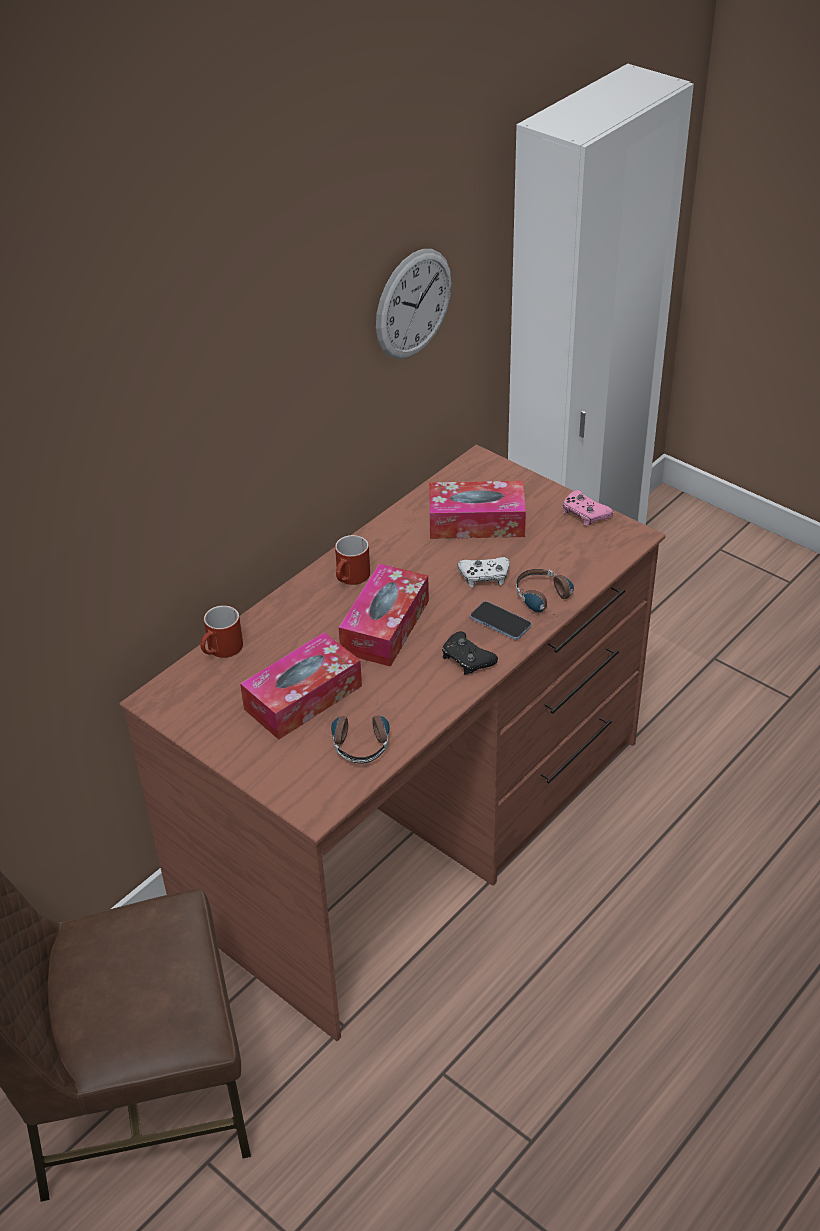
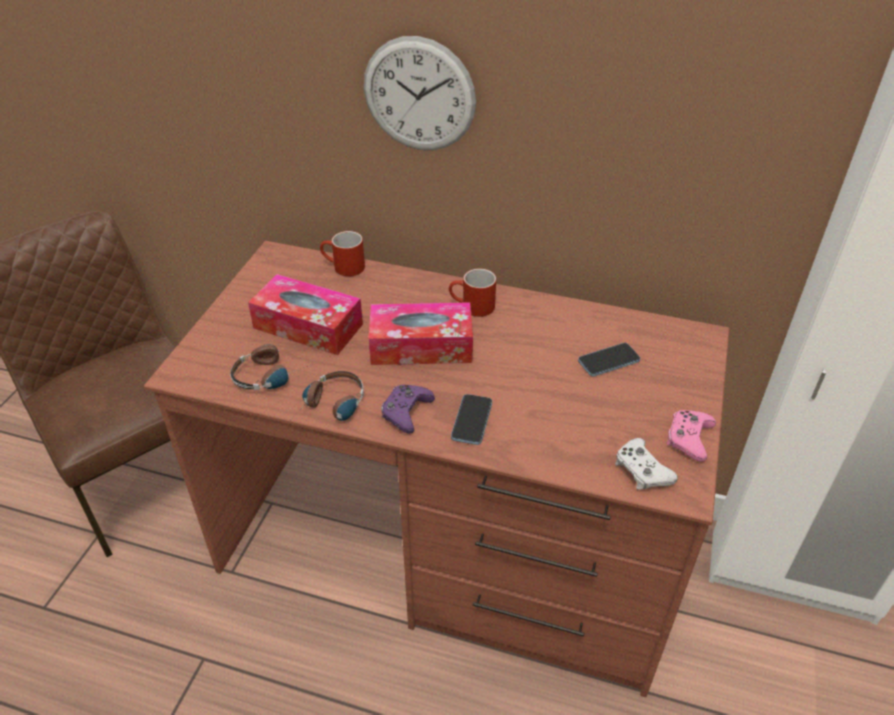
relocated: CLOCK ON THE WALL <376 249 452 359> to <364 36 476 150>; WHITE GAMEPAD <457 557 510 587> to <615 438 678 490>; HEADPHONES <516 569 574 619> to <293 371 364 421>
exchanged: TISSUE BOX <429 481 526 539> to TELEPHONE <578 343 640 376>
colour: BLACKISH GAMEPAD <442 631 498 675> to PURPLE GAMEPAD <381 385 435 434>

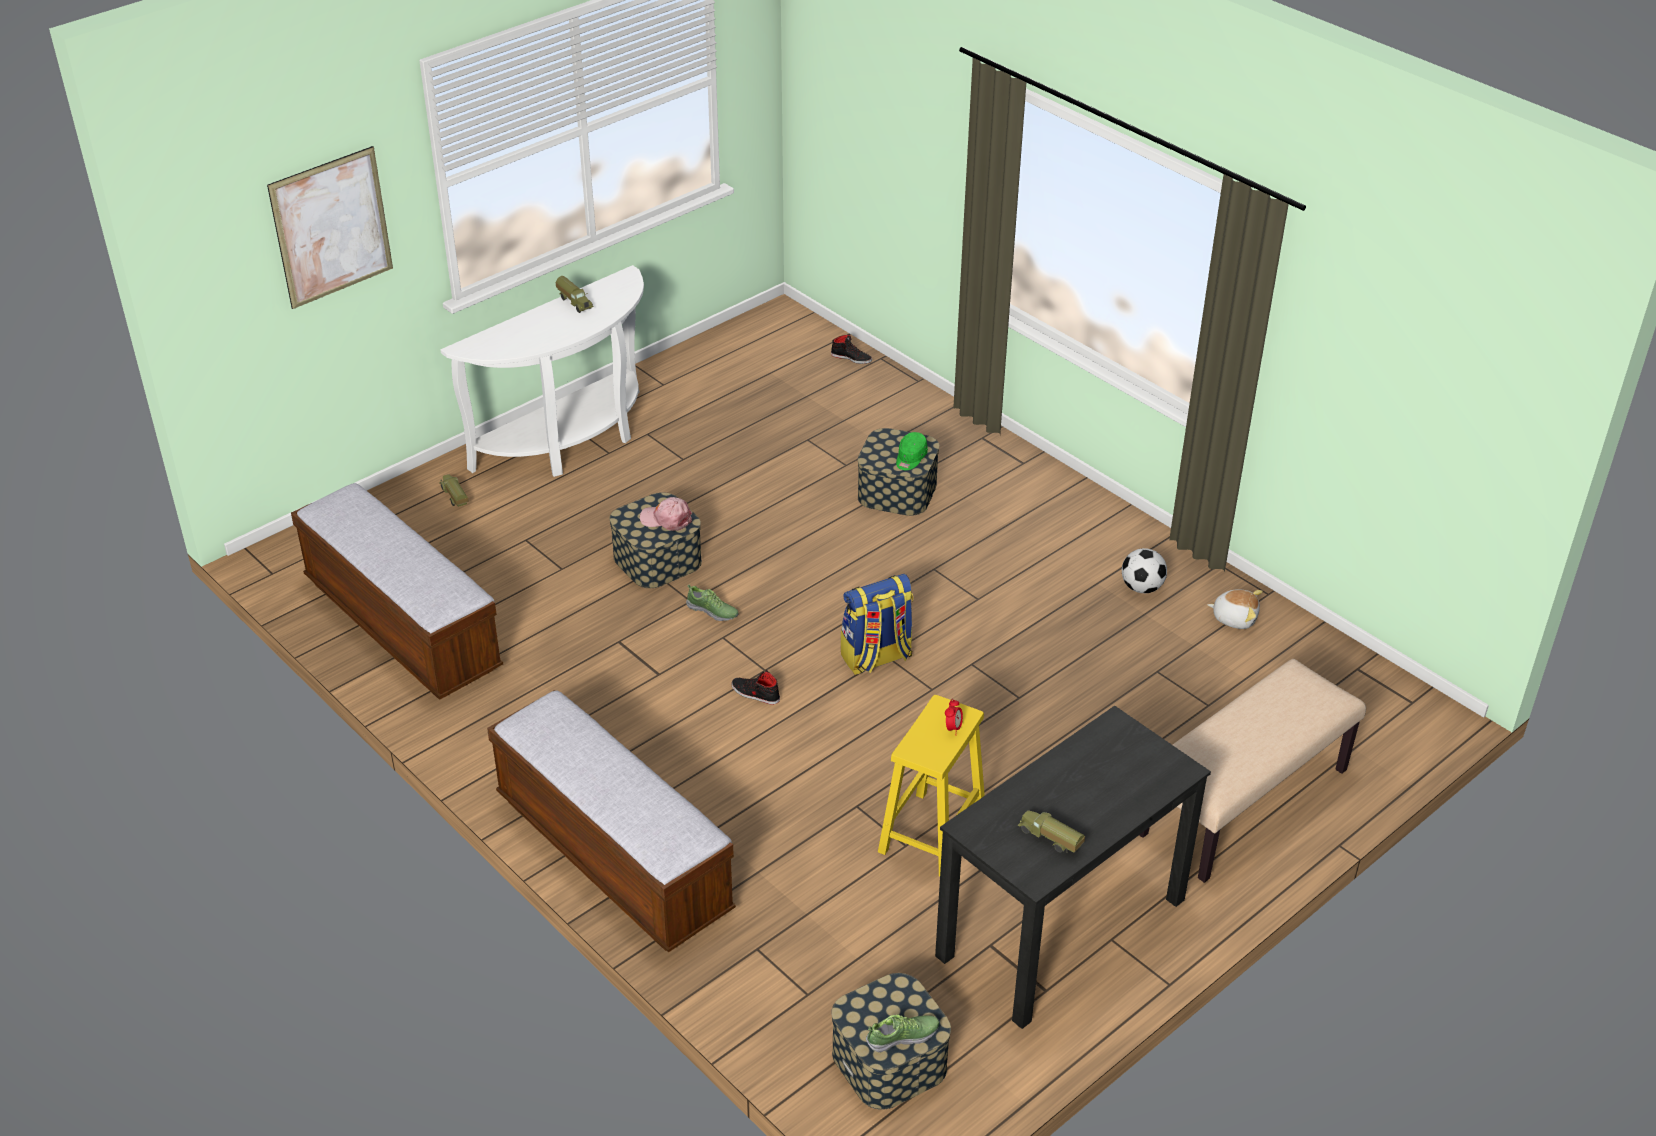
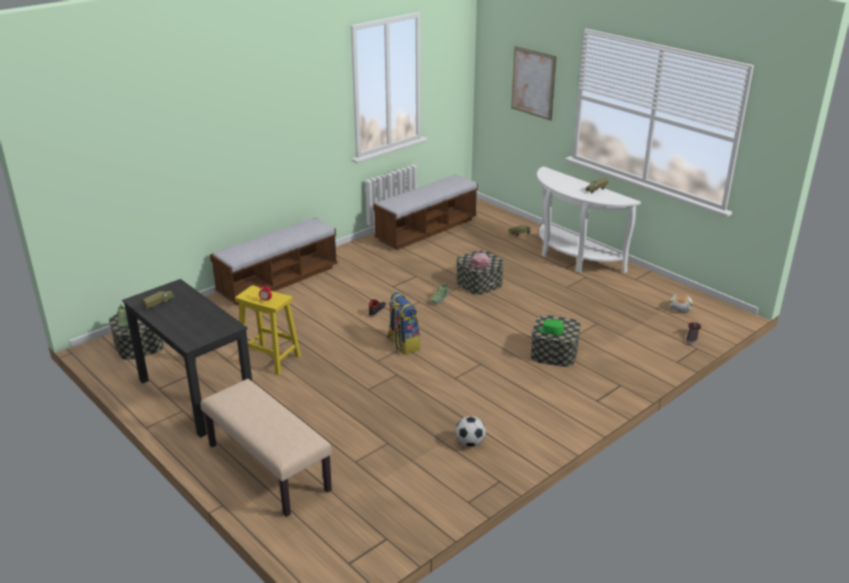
relocated: PLUSH TOY <1208 589 1263 629> to <669 293 693 312>

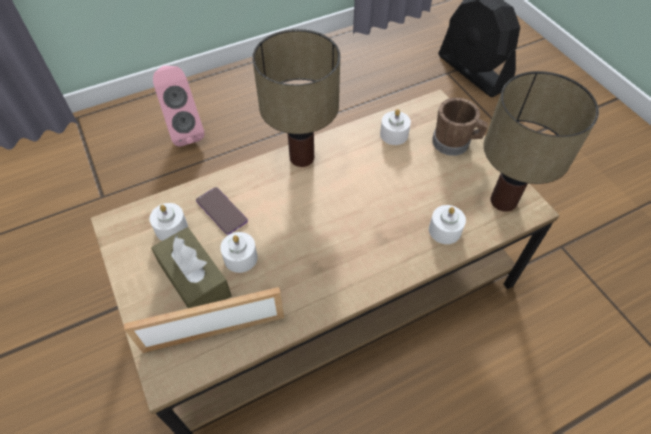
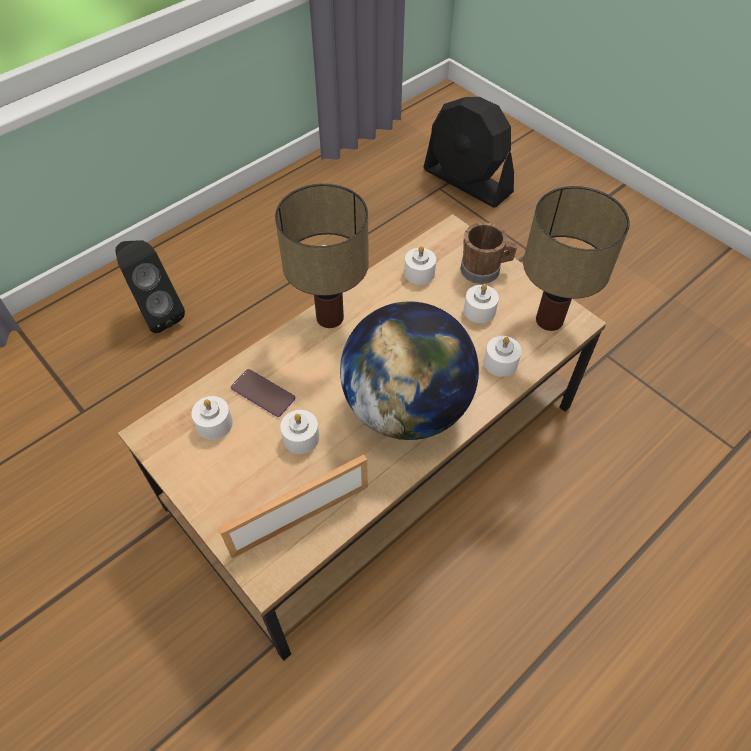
missing: BROWNISH TISSUE BOX <151 227 232 308>
appeared: WHITE WAX CANDLE <464 284 499 323>; DESK GLOBE <340 301 479 440>
colour: PINKISH LOUDSPEAKER <153 66 205 146> to BLACKISH LOUDSPEAKER <115 240 185 333>

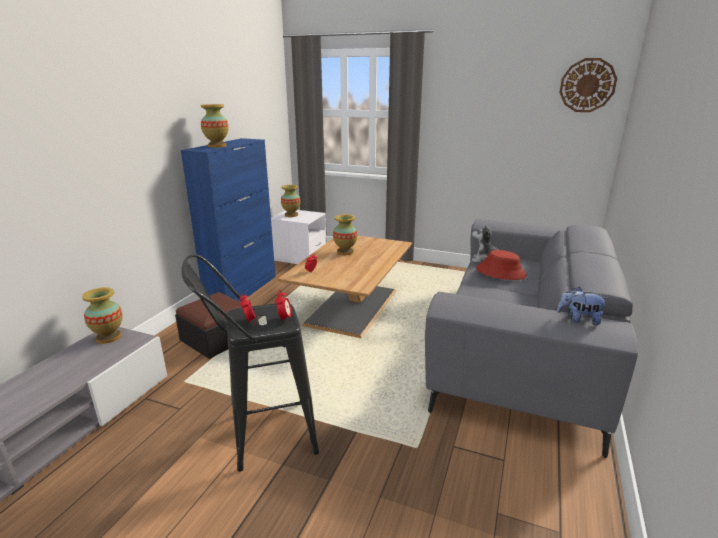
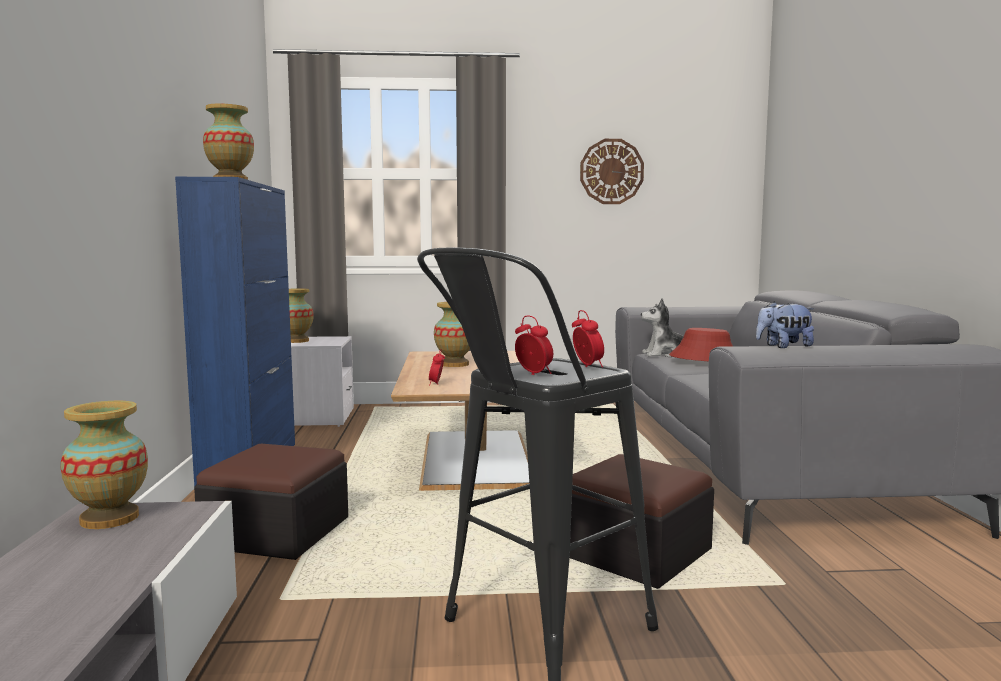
appeared: FOOTREST <570 454 714 589>
relocated: CLOCK ON THE WALL <559 58 617 112> to <580 139 644 204>; PLUSH TOY <557 287 609 325> to <756 301 814 348>

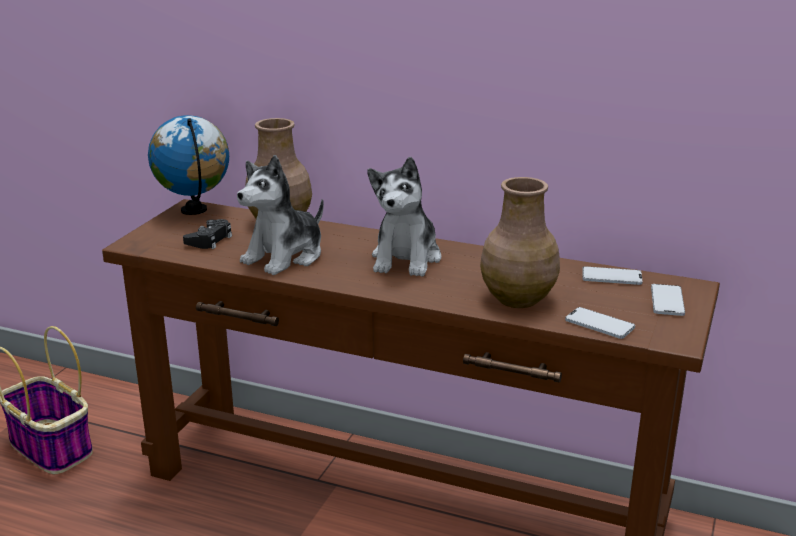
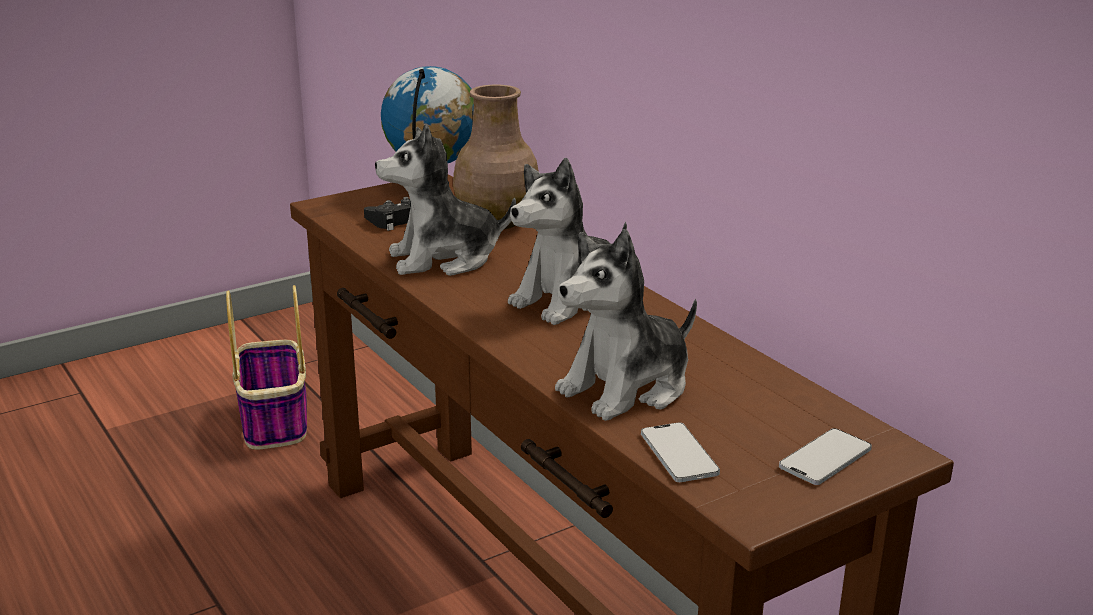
missing: TELEPHONE <582 266 643 285>
exchanged: BROWNISH VASE <480 177 560 308> to PLUSH TOY <555 229 697 421>

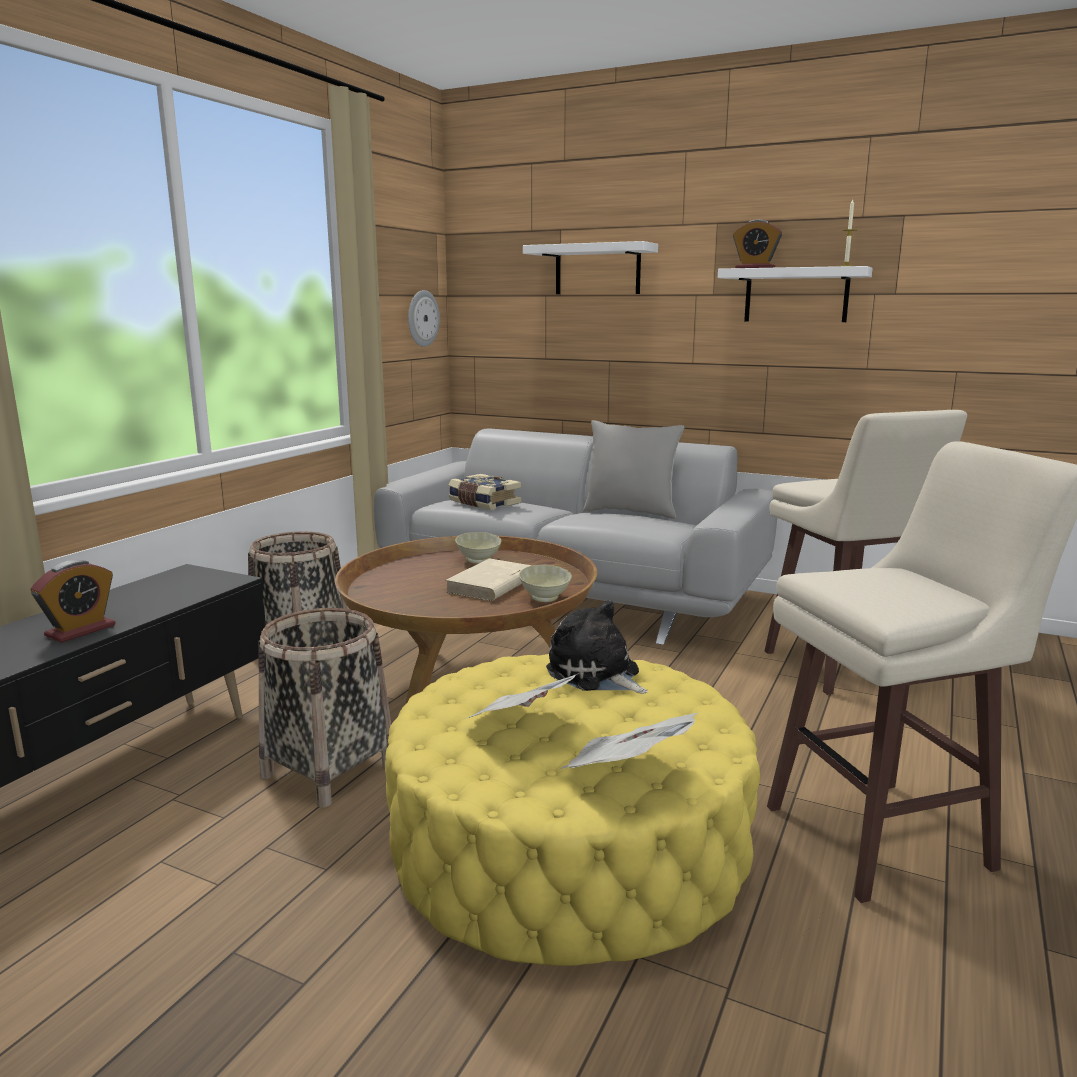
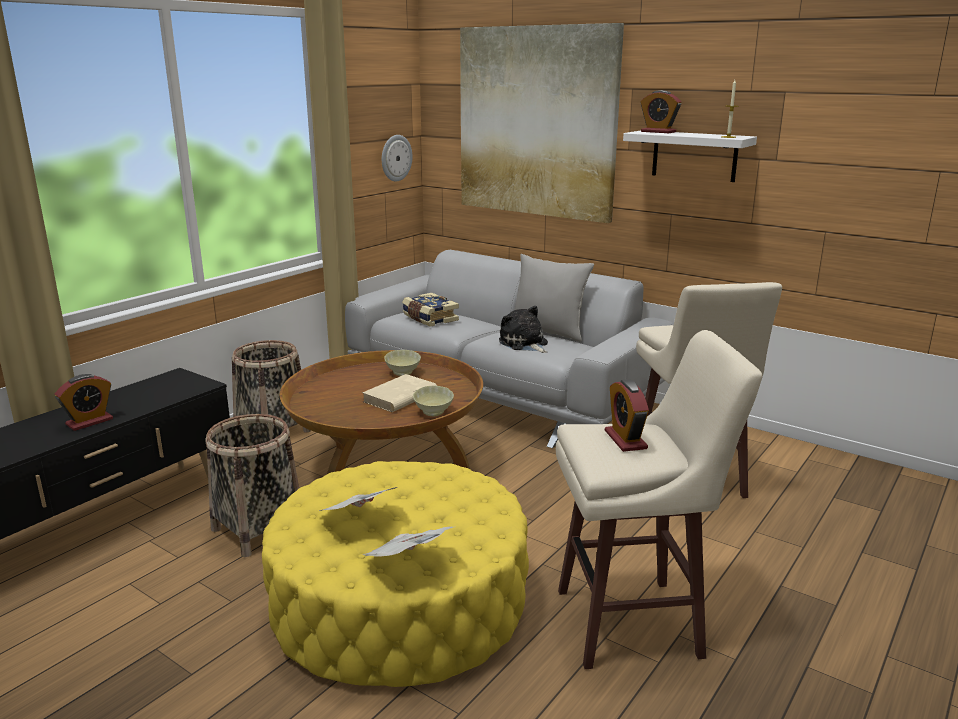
appeared: ALARM CLOCK <605 379 649 452>
relocated: PLUSH TOY <546 600 648 693> to <499 306 548 353>
exchanged: WHITE WALL SHELF <523 241 658 294> to WALL ART <460 23 624 223>

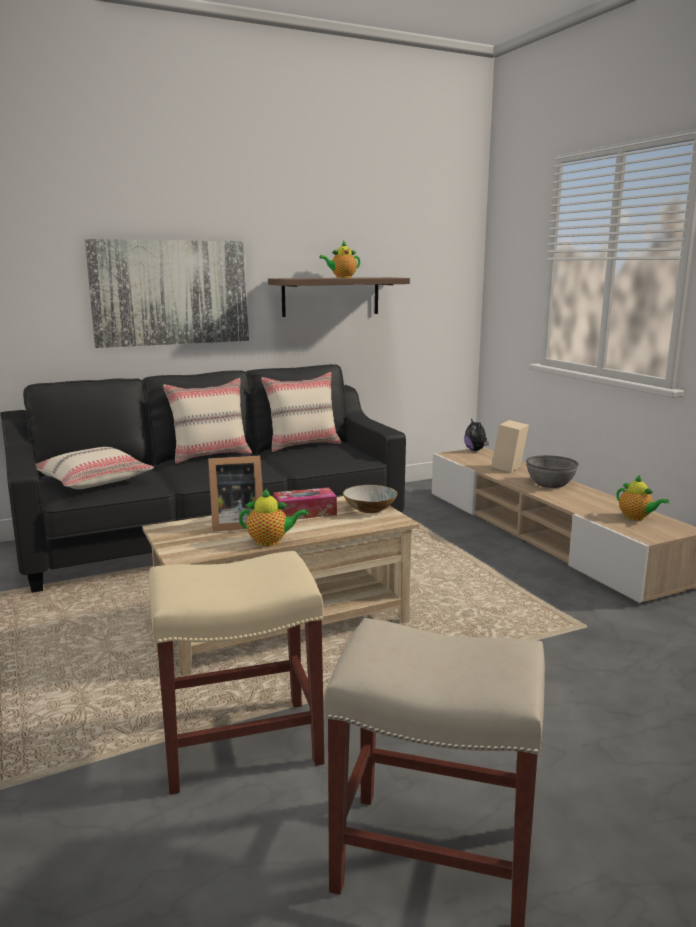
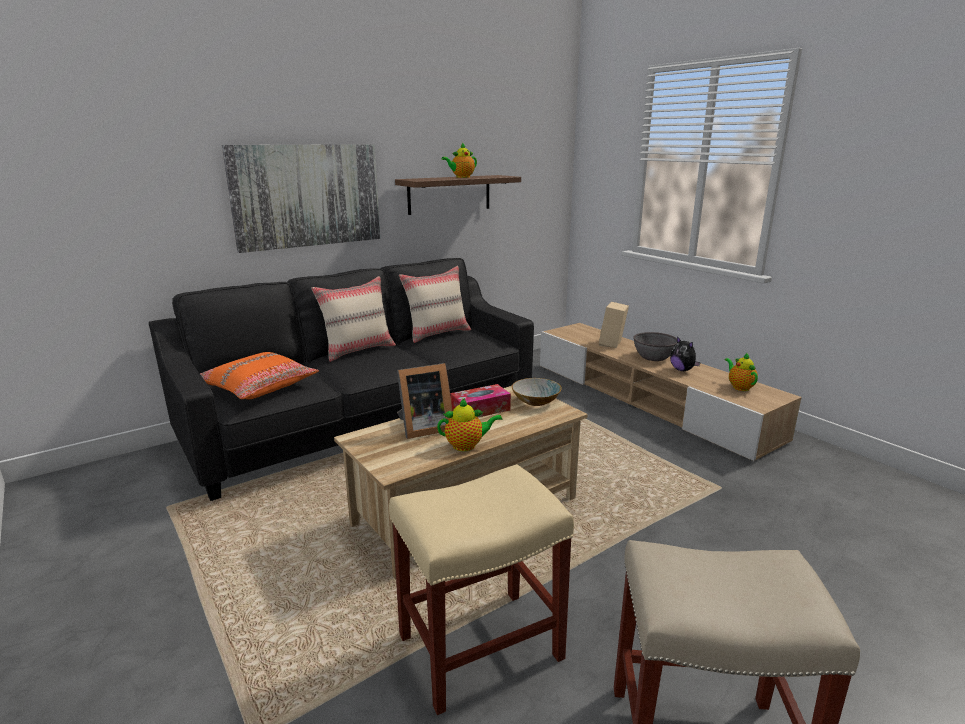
relocated: PLUSH TOY <464 419 489 451> to <670 336 701 371>
colour: BEIGE-COLOURED PILLOW <36 447 154 489> to ORANGE PILLOW <200 352 319 399>
spun: TEAPOT <617 475 669 521> = <725 352 758 391> 150 degrees counterclockwise

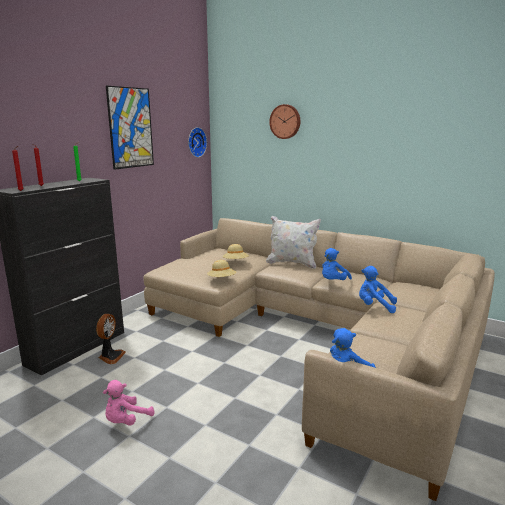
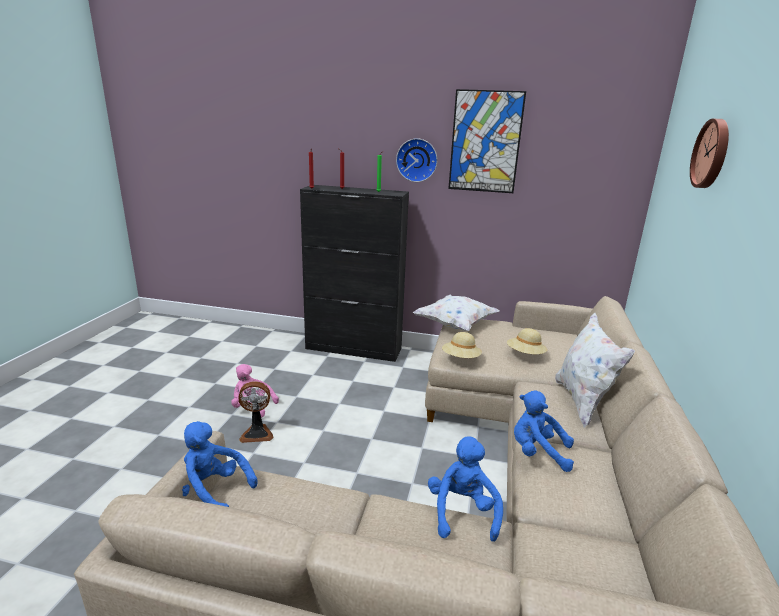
appeared: WHITE PILLOW <413 295 500 331>
relocated: CLOCK ON THE WALL <188 127 207 157> to <396 138 438 182>; ELECTRIC FAN <96 314 126 364> to <238 381 273 443>

